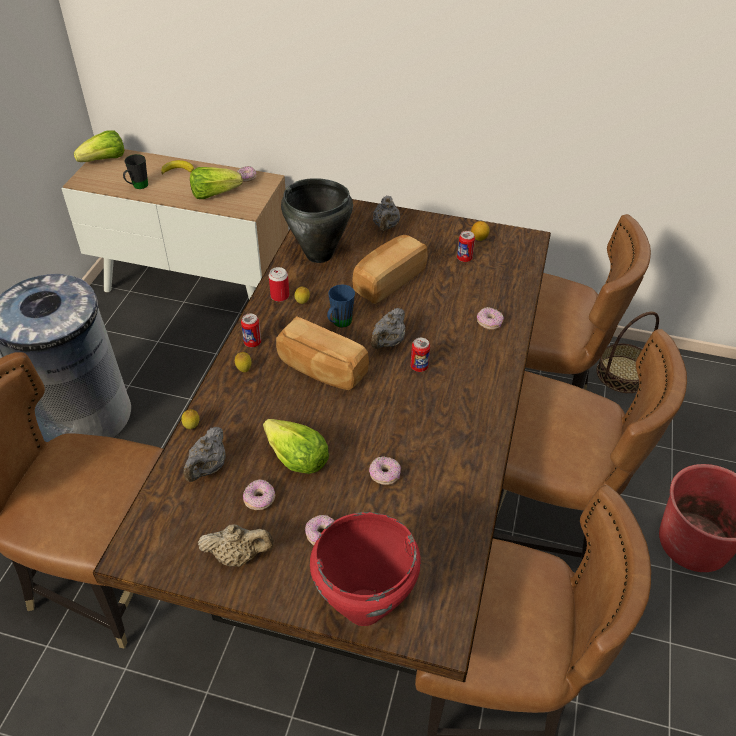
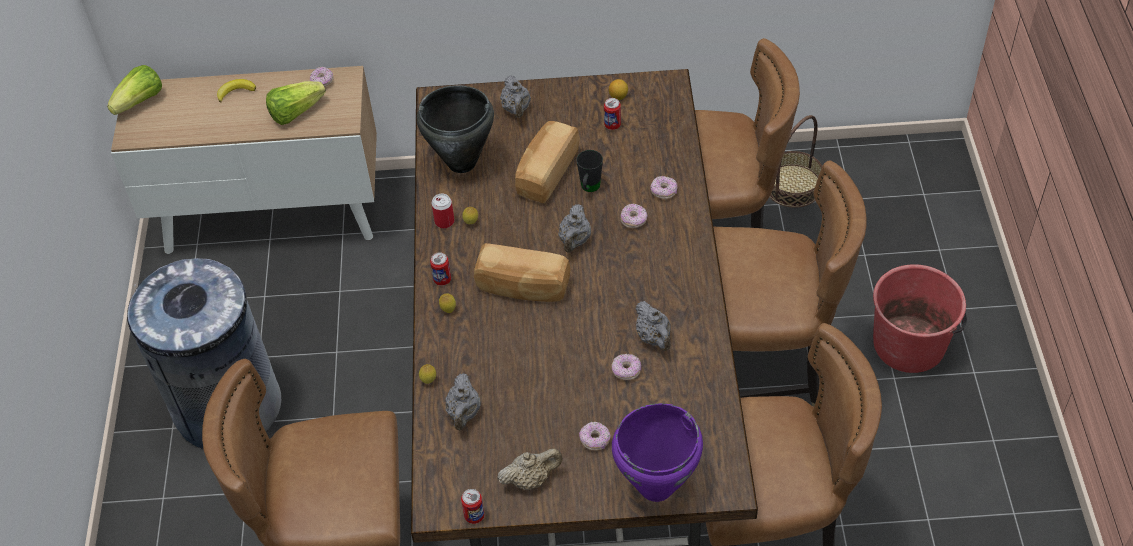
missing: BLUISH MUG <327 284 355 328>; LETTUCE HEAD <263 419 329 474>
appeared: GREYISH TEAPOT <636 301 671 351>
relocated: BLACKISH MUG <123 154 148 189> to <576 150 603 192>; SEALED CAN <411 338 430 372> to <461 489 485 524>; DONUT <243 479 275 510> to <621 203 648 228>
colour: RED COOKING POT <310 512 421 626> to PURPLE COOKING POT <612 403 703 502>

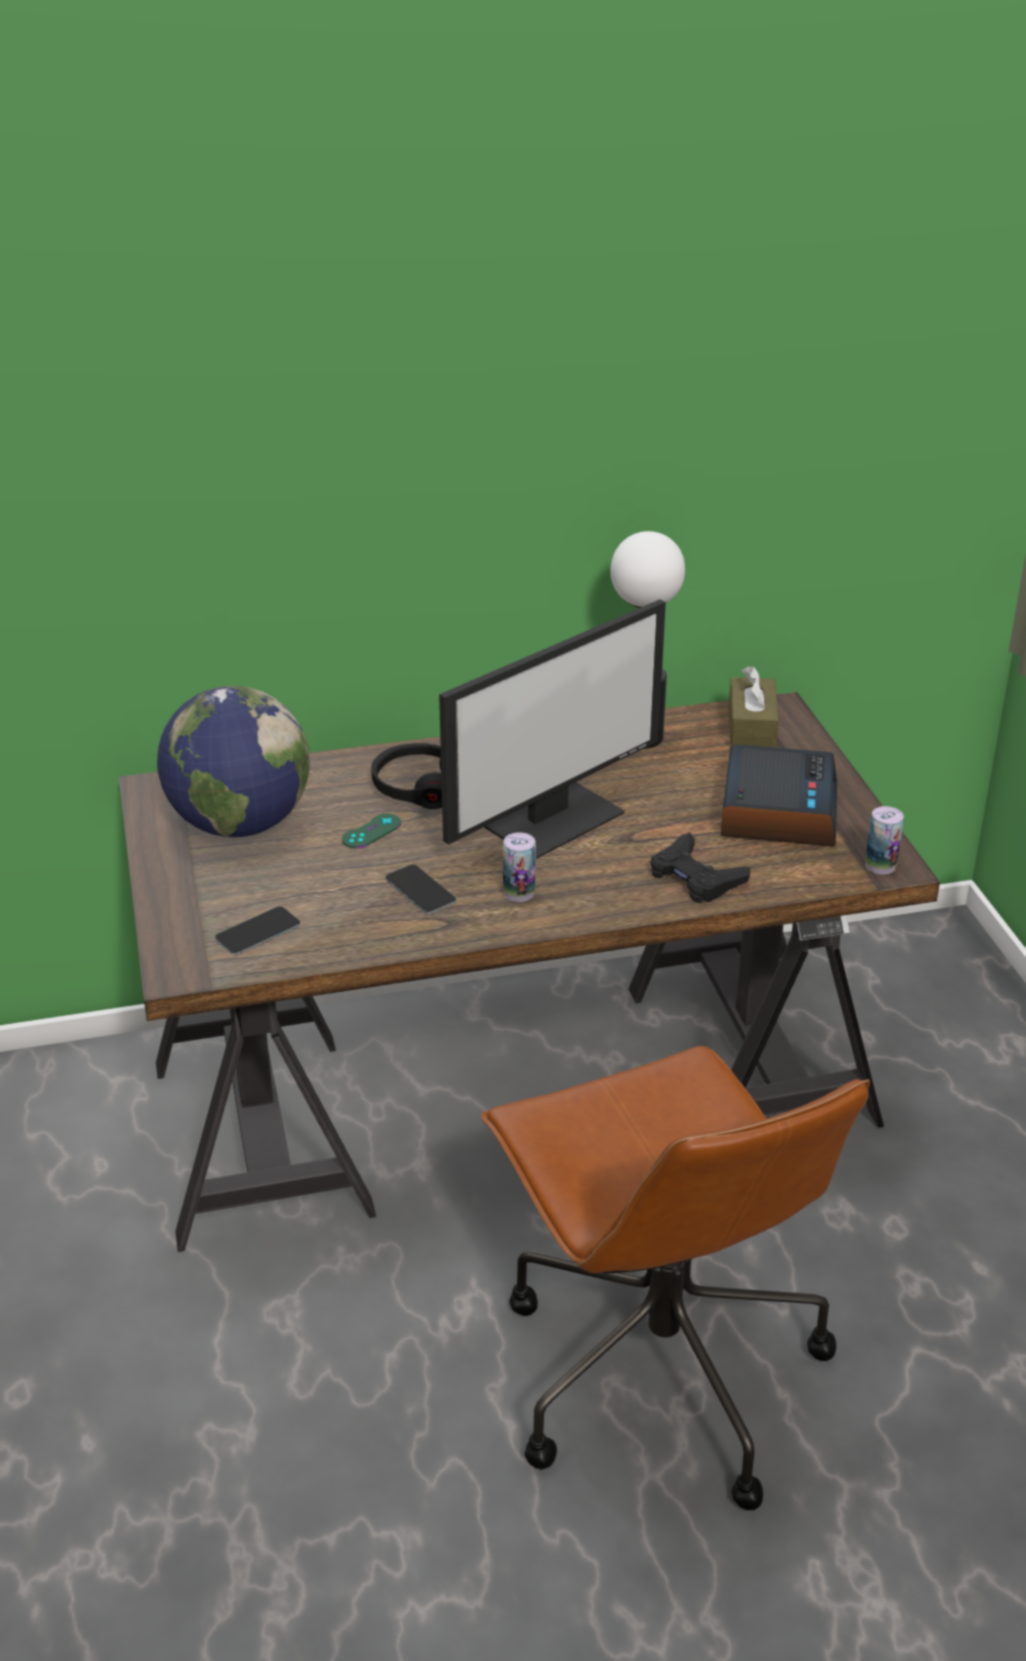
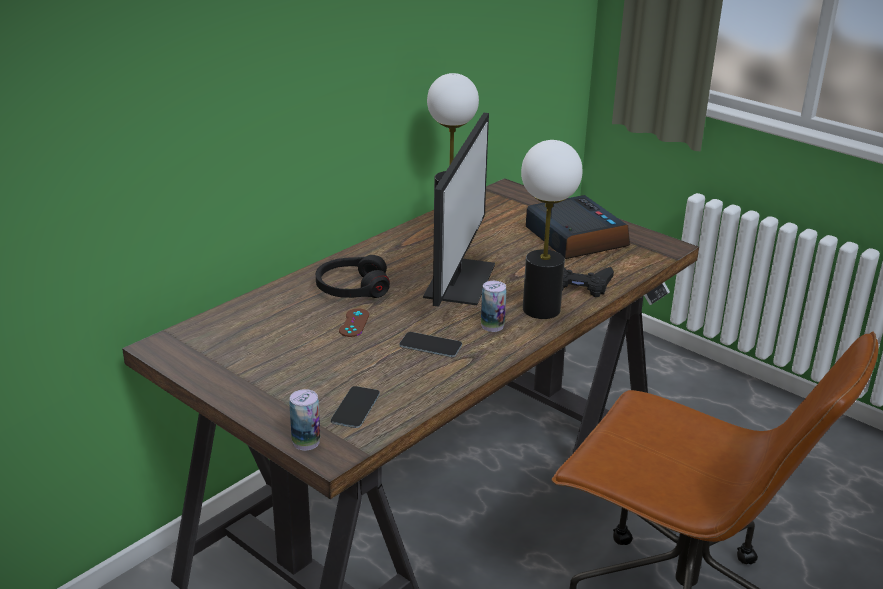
missing: BROWNISH TISSUE BOX <728 666 779 748>; DESK GLOBE <157 686 310 837>
appeared: LAMP FOR A TABLE <521 140 582 319>
relocated: SEALED CAN <865 806 904 874> to <289 389 320 450>
colour: GREENISH GAMEPAD <342 814 401 848> to BROWNISH GAMEPAD <339 309 369 337>

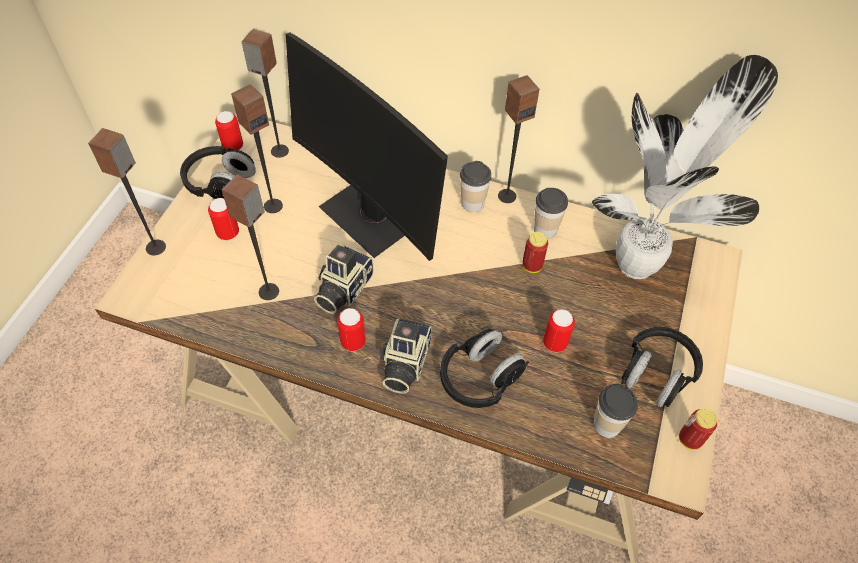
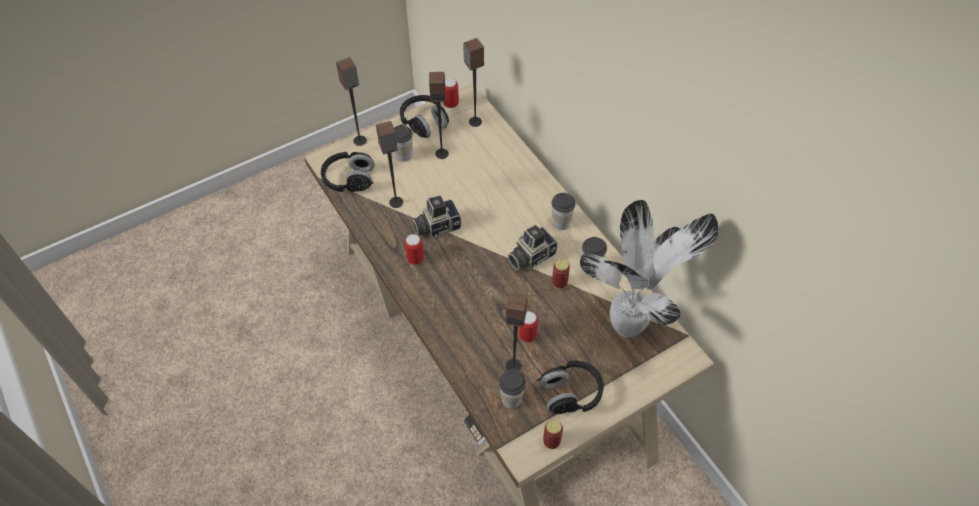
missing: MONITOR <286 32 448 261>
relocated: LOUDSPEAKER <498 75 539 203> to <506 292 528 371>; PHOTO CAMERA <380 318 432 393> to <508 225 558 270>; BLACKISH HEADPHONES <440 329 529 408> to <321 152 375 192>
exchanged: SEALED CAN <208 198 239 240> to SMALL CUP <394 125 413 162>

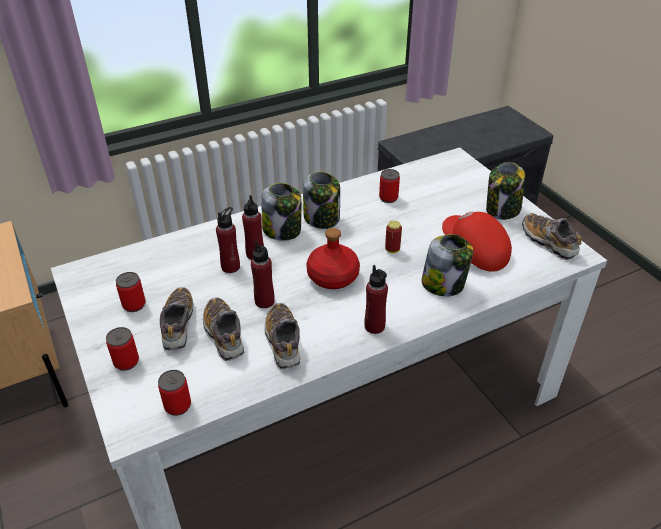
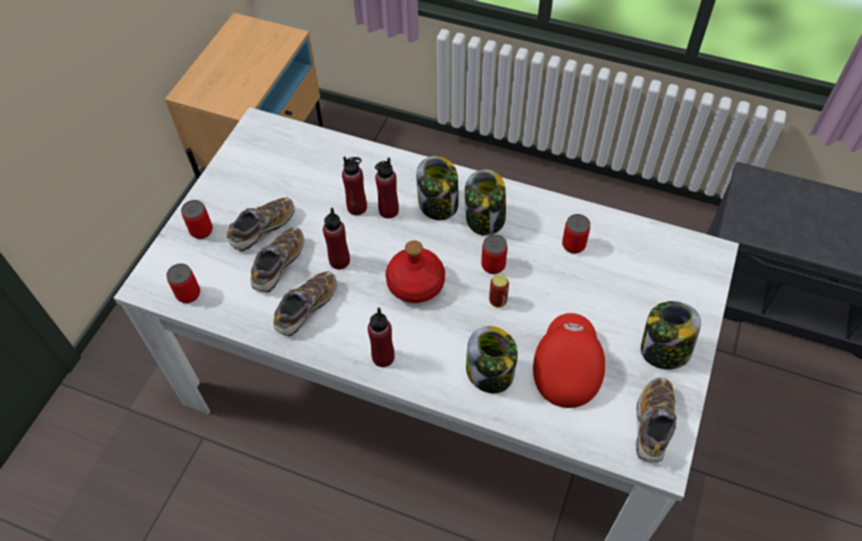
relocated: SEALED CAN <116 272 146 312> to <481 235 507 274>

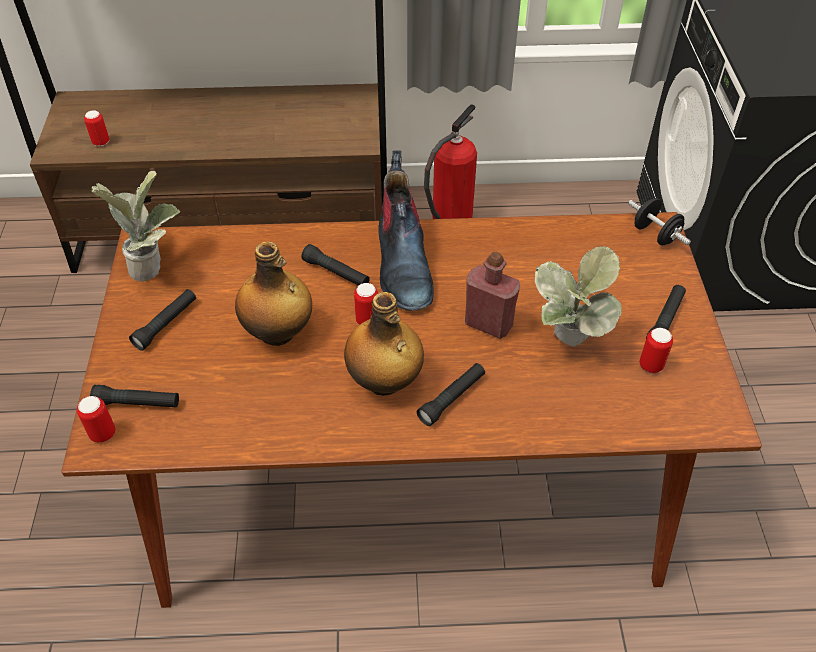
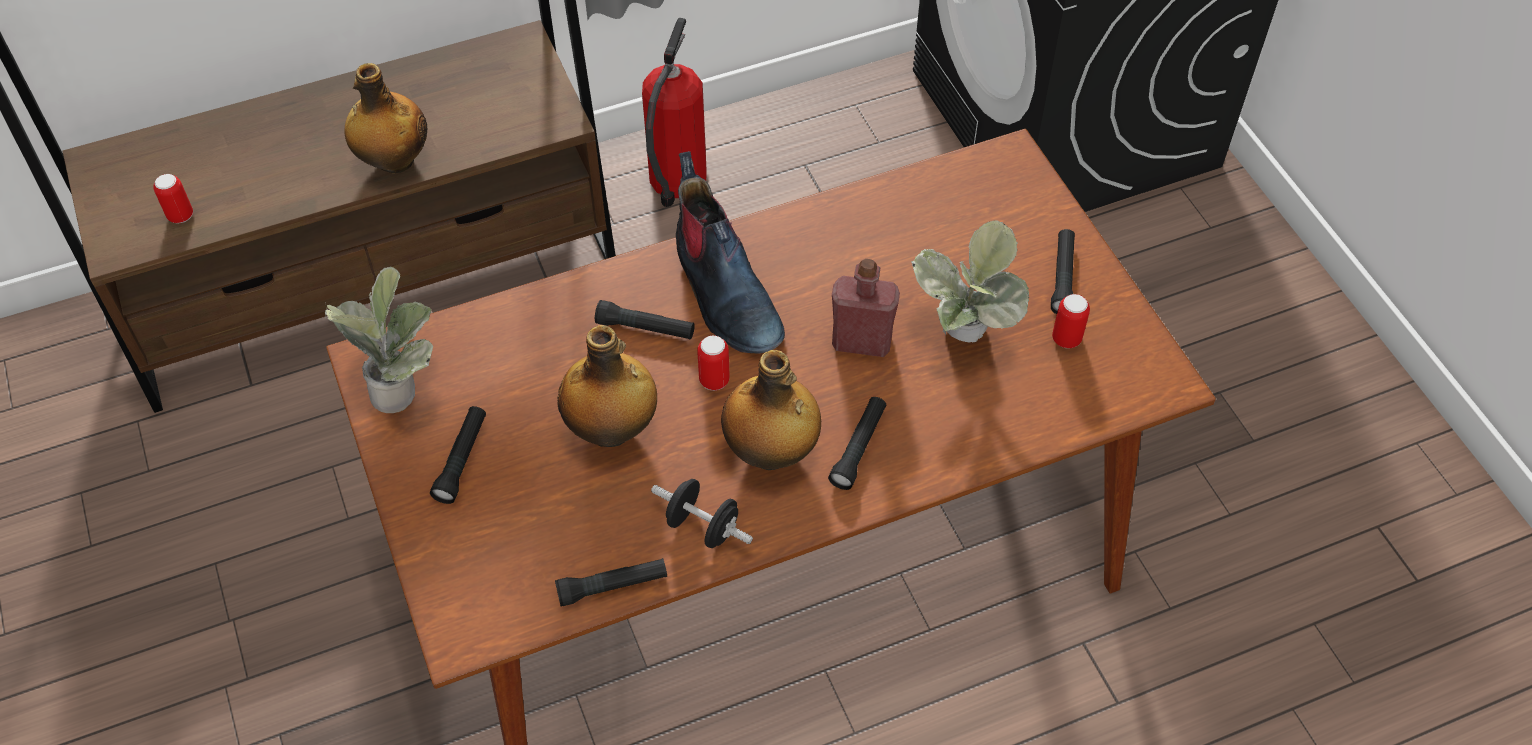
missing: SEALED CAN <77 396 115 443>
appeared: BOTTLE <345 63 428 173>
relocated: BLACKISH FREE WEIGHT <628 198 691 245> to <651 479 753 548>; BLACKISH HAND TORCH <90 385 179 408> to <555 558 667 606>

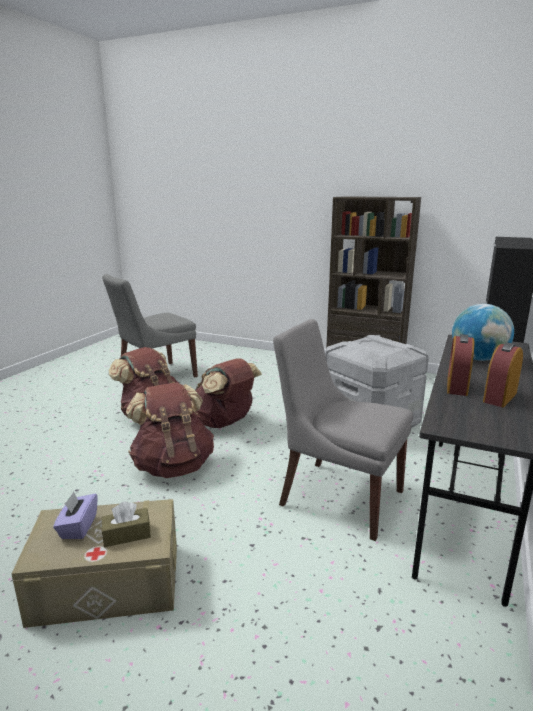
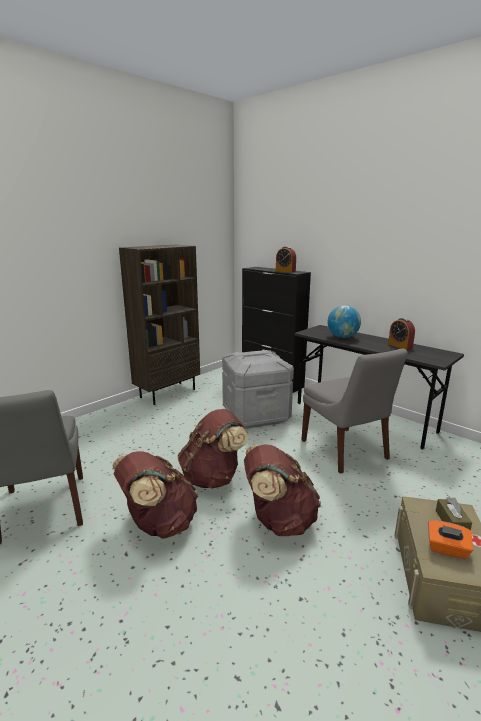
relocated: ALARM CLOCK <447 334 474 396> to <276 246 296 273>
colour: PURPLE TISSUE BOX <53 492 97 539> to ORANGE TISSUE BOX <428 520 473 559>
spun: GREYISH CHAIR <273 319 413 541> = <301 349 408 474> 75 degrees counterclockwise

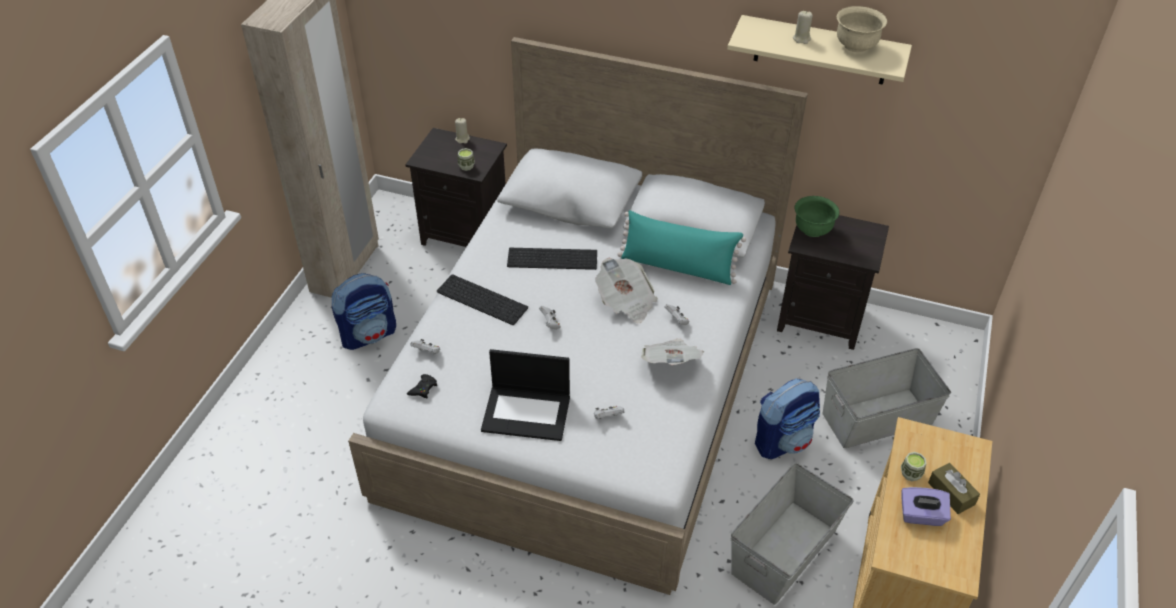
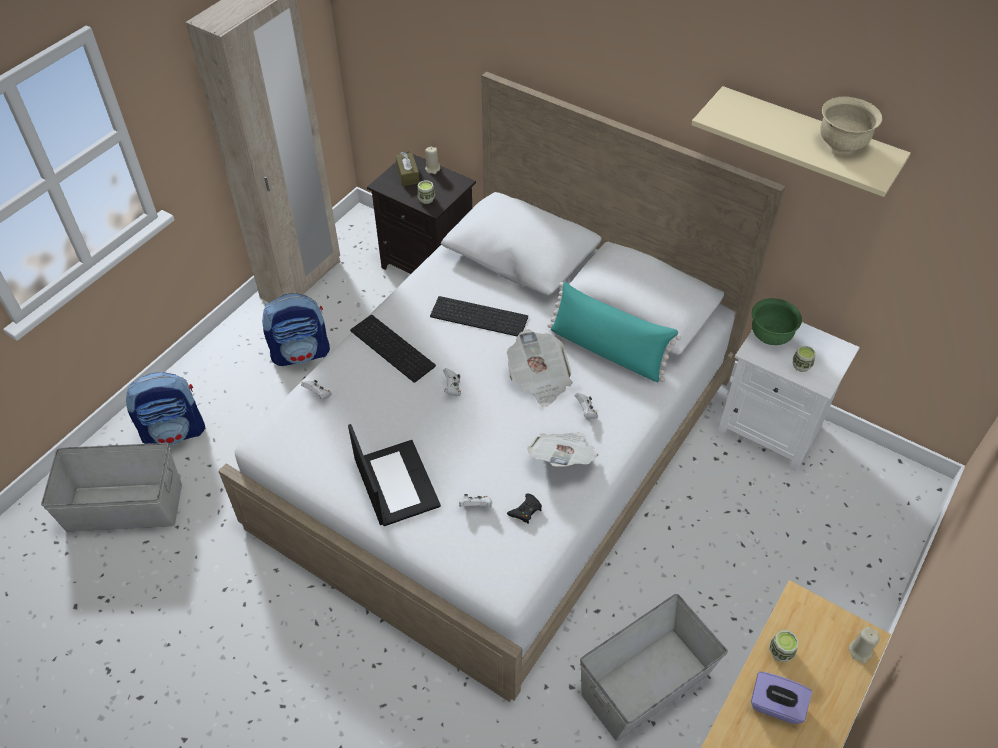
appeared: SMALL CUP <793 346 816 372>
relocated: BEIGE-COLOURED WAX CANDLE <793 11 813 44> to <849 627 879 664>; GREYISH STORAGE BOX <822 348 951 448> to <41 443 182 531>; BLACKISH GAMEPAD <407 374 437 398> to <507 493 542 524>; RUCKSACK <755 379 820 459> to <126 372 205 445>; BROWNISH TISSUE BOX <928 463 980 514> to <396 152 420 186>
colour: BLACKISH BEDSIDE TABLE <777 215 889 350> to WHITE BEDSIDE TABLE <717 322 860 471>
spun: NOTEBOOK COMPUTER <481 349 570 441> = <348 424 441 526> 135 degrees counterclockwise

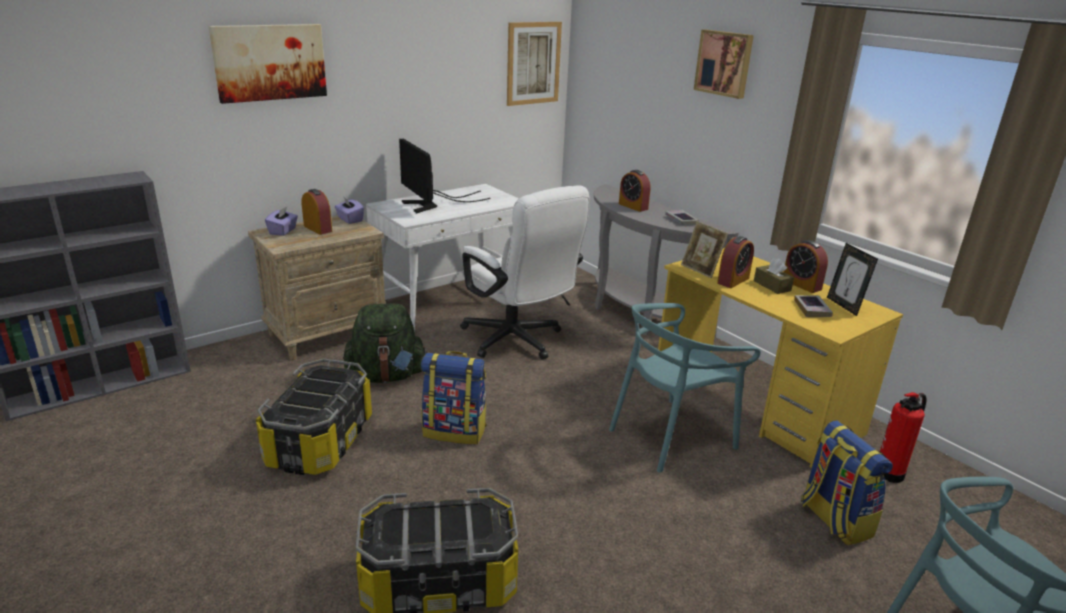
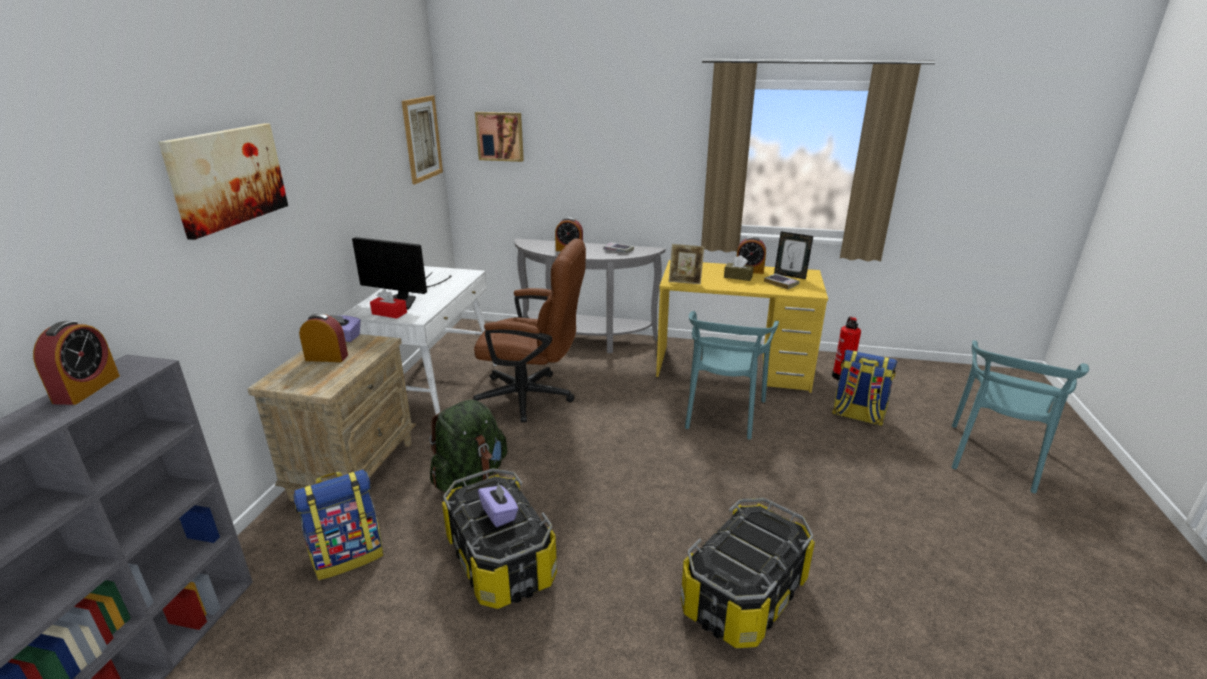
appeared: RED TISSUE BOX <370 289 407 319>
relocated: WALL ART <694 30 754 99> to <475 112 524 162>; PURPLE TISSUE BOX <265 207 298 236> to <478 482 519 527>; ALARM CLOCK <717 236 754 288> to <33 321 120 405>; RUCKSACK <421 351 487 444> to <294 469 384 580>
colour: WHITE OFFICE CHAIR <460 185 590 359> to BROWNISH OFFICE CHAIR <472 238 586 422>

